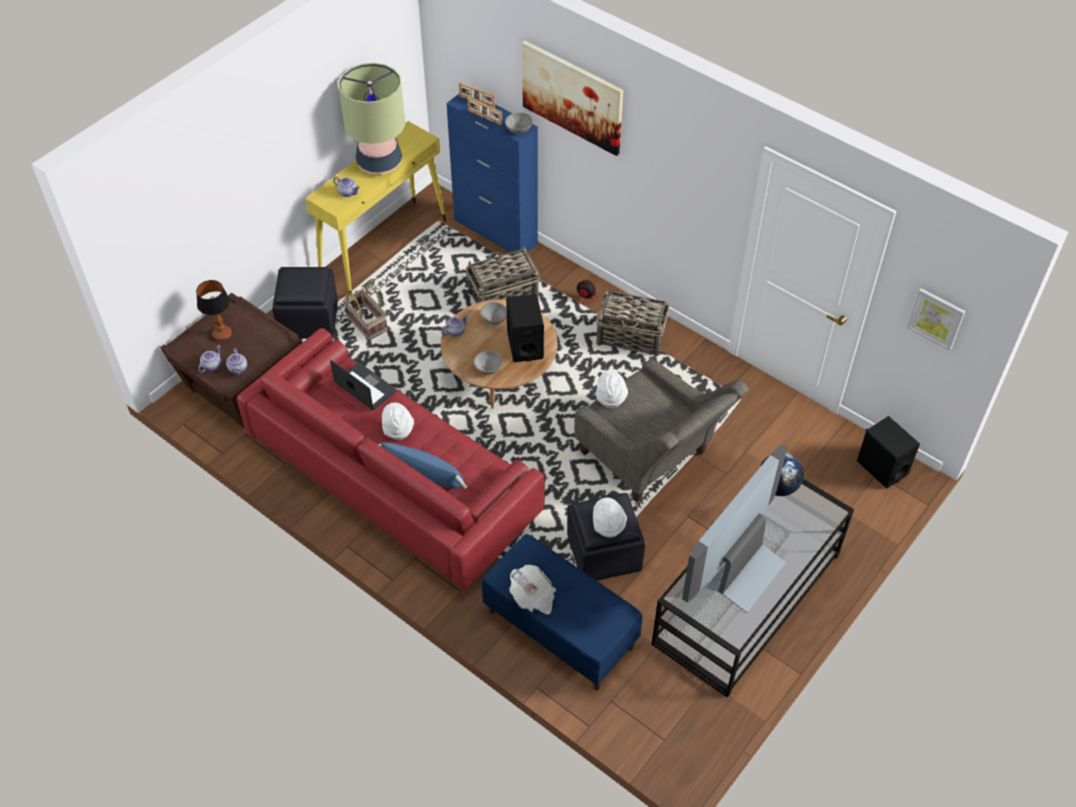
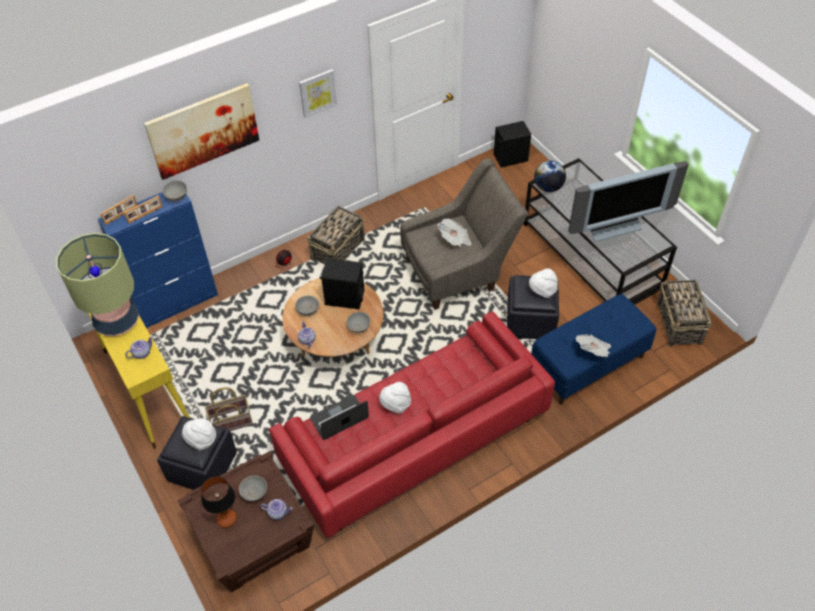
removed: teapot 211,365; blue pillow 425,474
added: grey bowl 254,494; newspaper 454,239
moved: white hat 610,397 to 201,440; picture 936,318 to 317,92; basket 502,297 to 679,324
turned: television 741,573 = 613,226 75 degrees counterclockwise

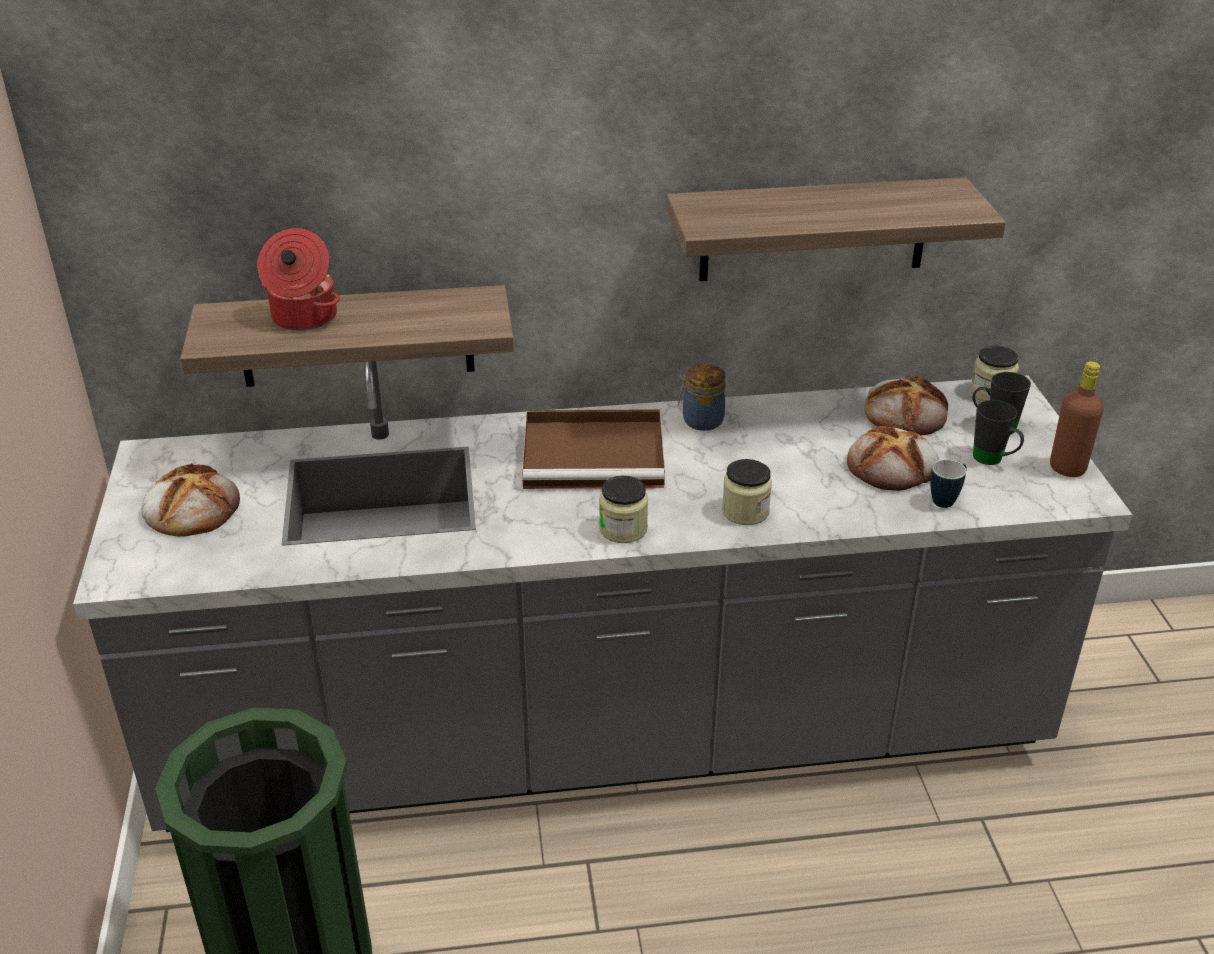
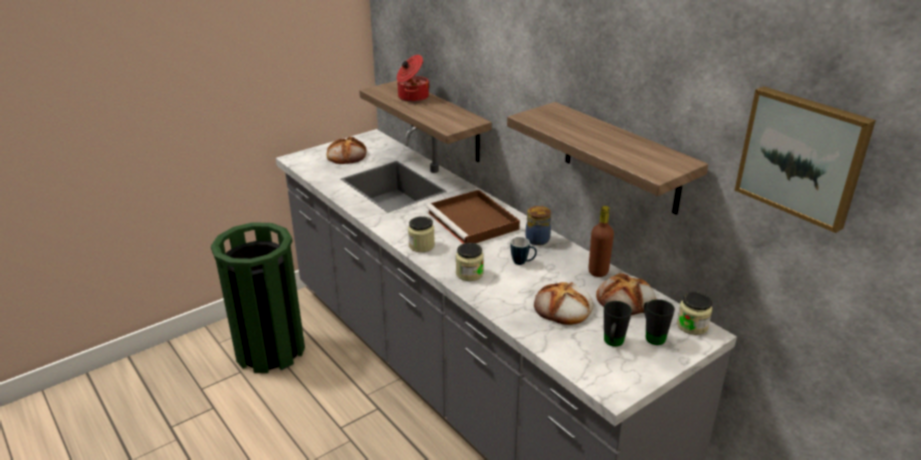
added: picture 802,156
moved: mug 947,500 to 523,263; brown bottle 1067,468 to 598,271

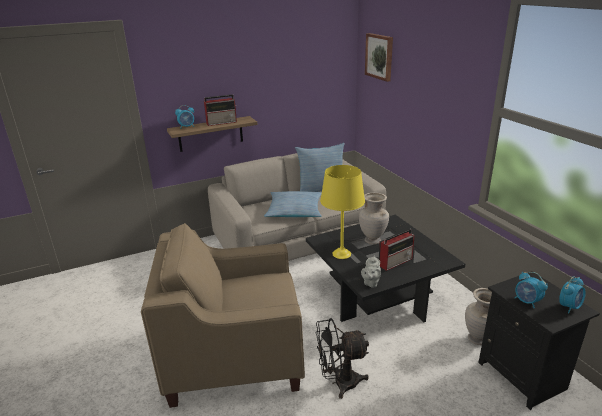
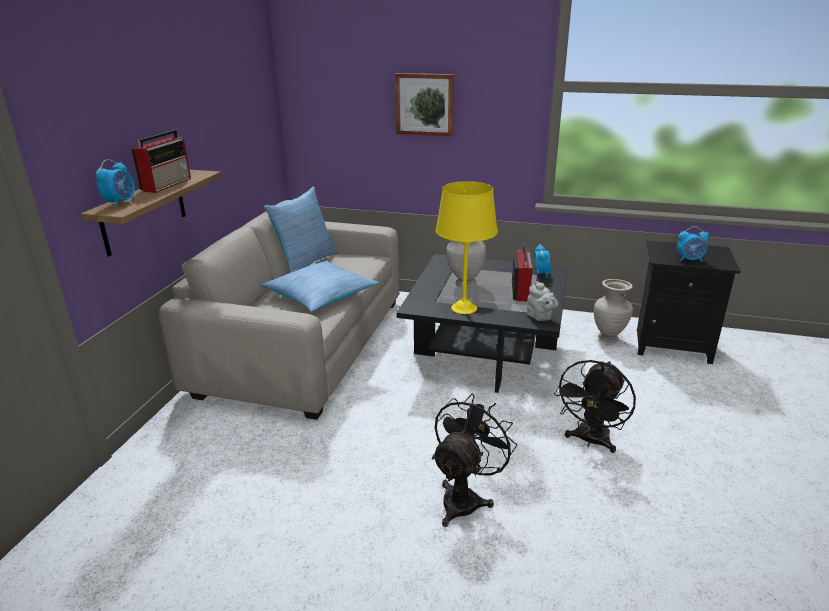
moved: picture 379,56 to 425,104; alarm clock 569,307 to 541,273
replaced: beige armchair 234,356 to black fan 465,498

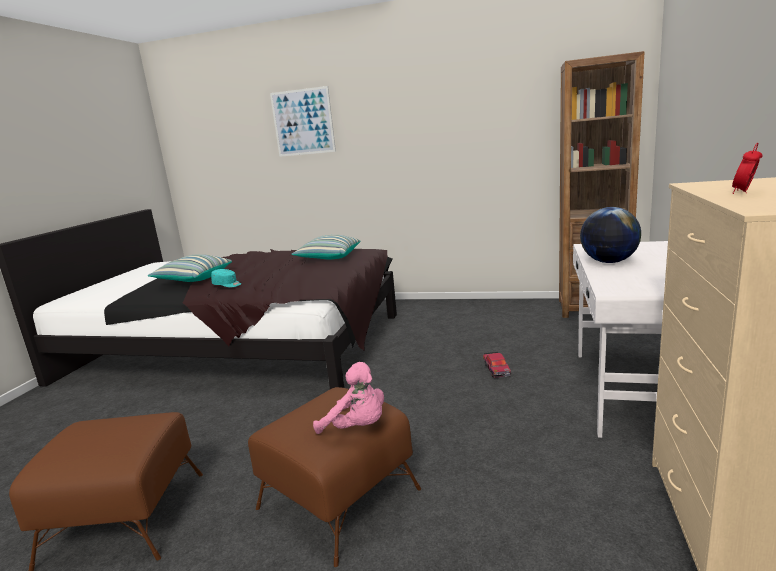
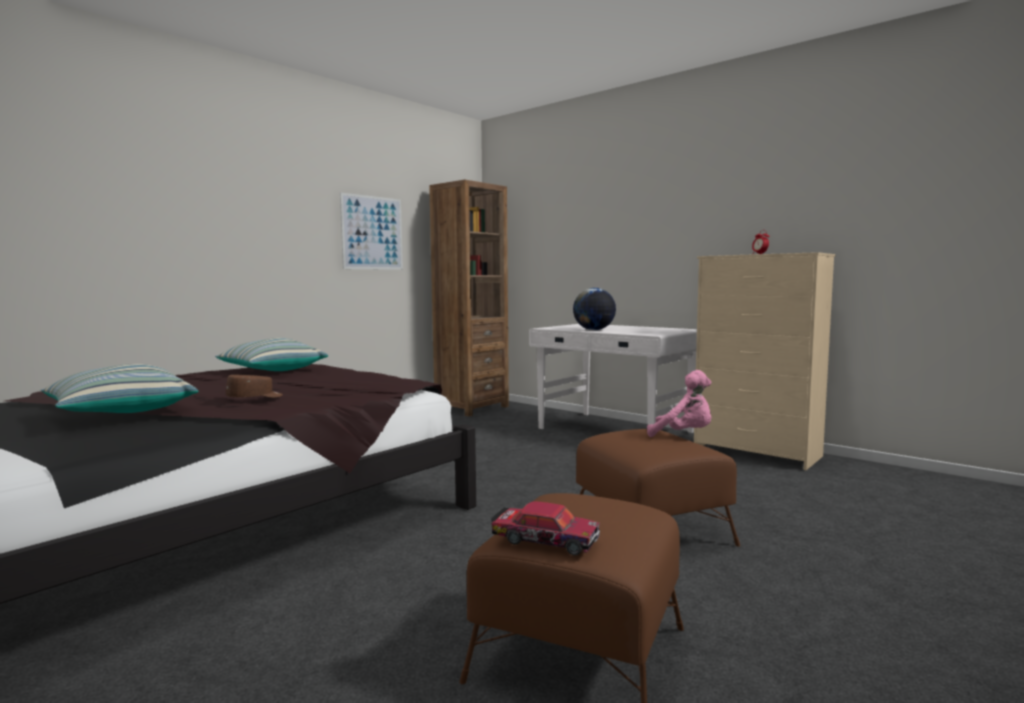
moved: picture 303,122 to 372,233; toy car 496,369 to 545,540
recoloured: turquoise cap 227,285 to brown cap 255,398
turned: pink plush toy 357,427 = 683,435 60 degrees clockwise

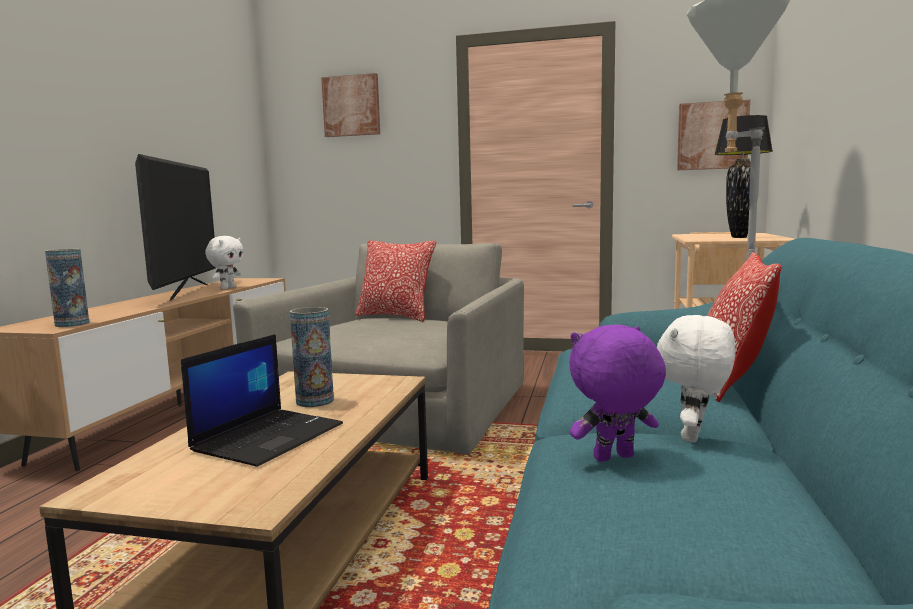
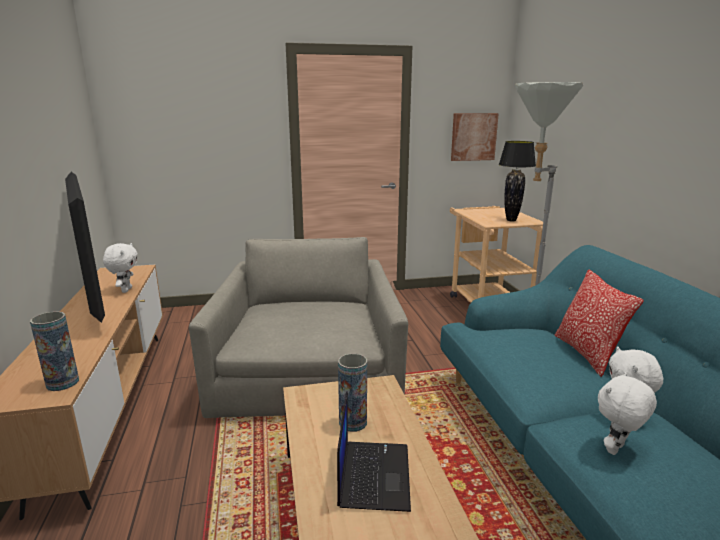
removed: picture 351,106; pillow 395,316
recoloured: purple plush toy 614,459 to white plush toy 616,450

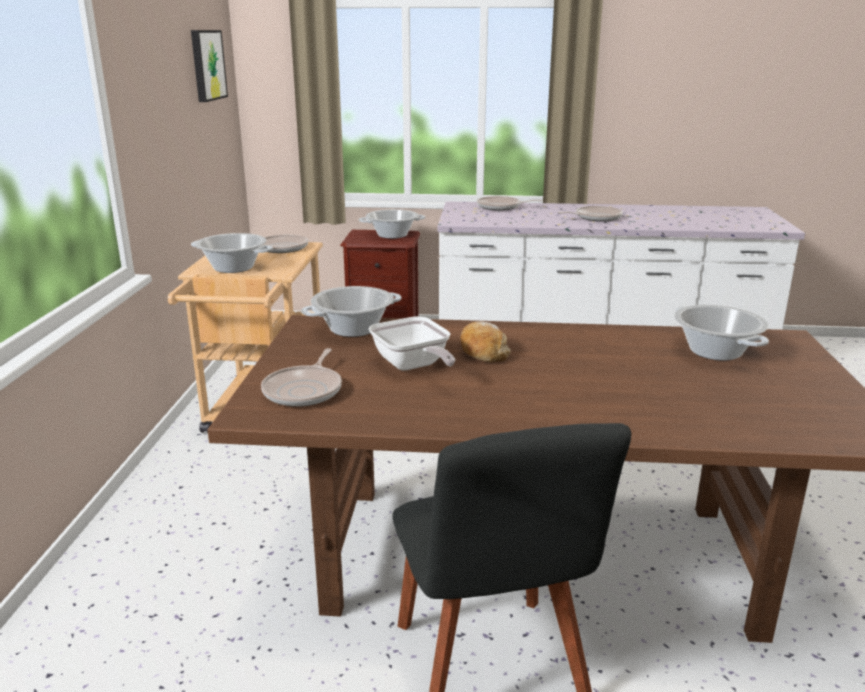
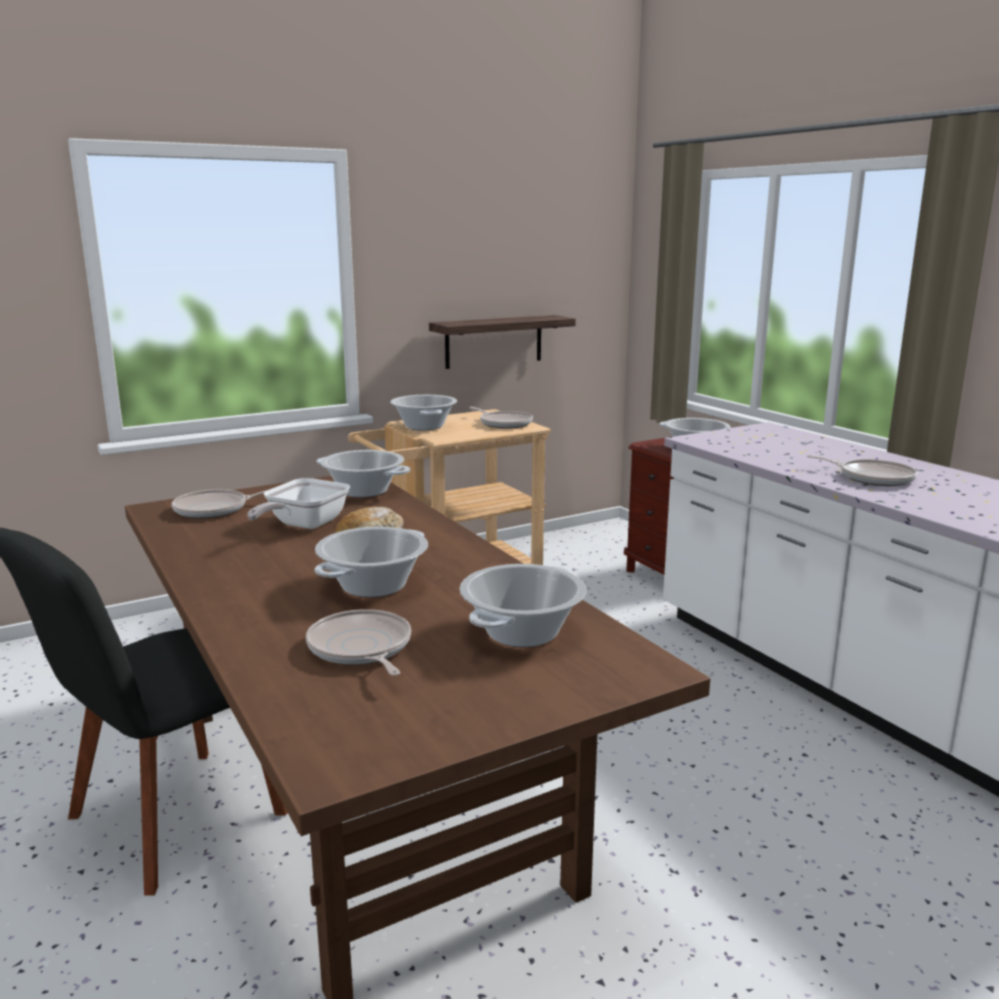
removed: picture 206,65
added: cooking pot 373,586; shelf 494,341
moved: frying pan 501,207 to 361,649

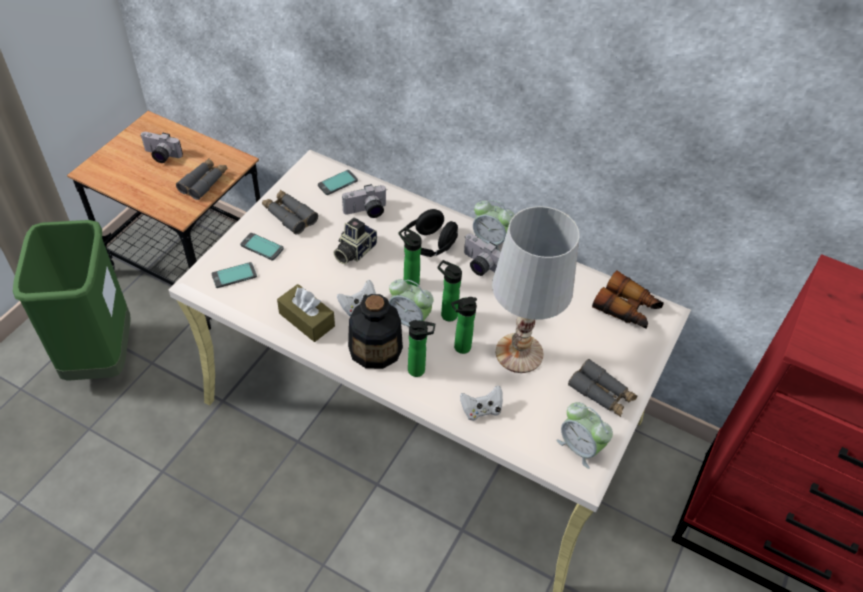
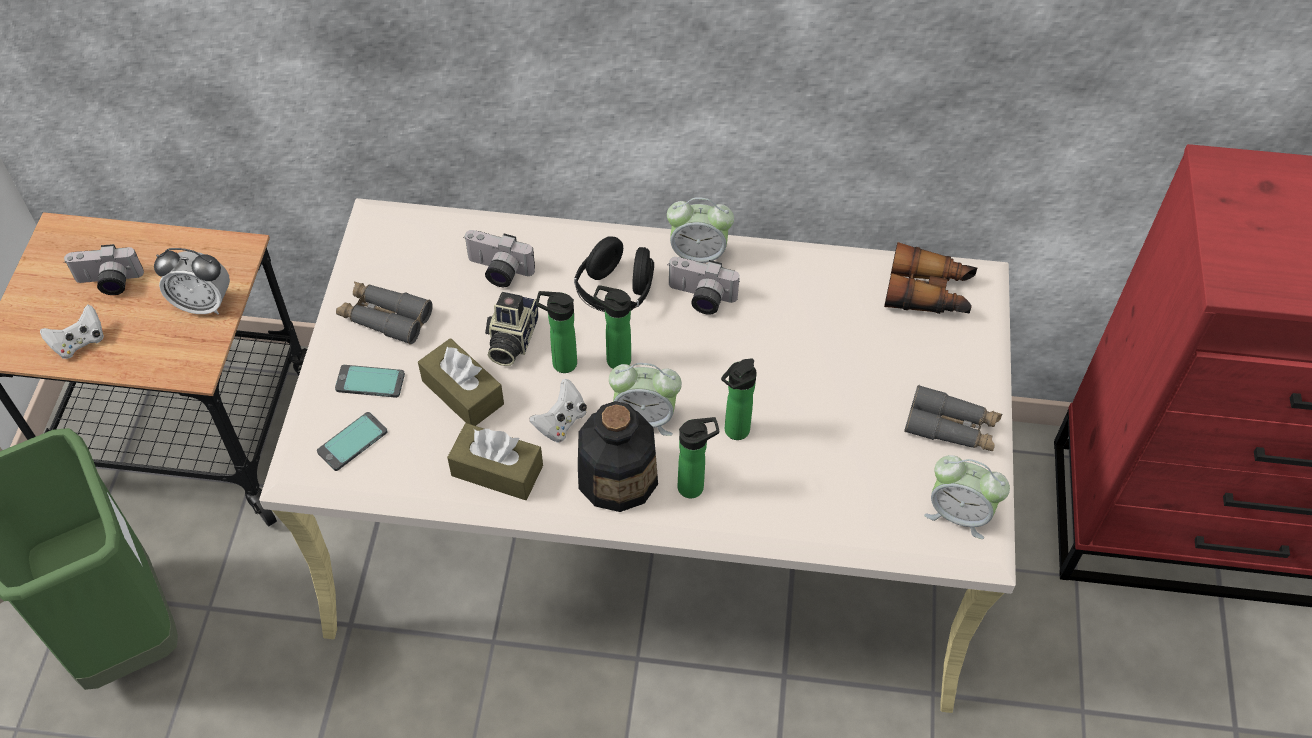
removed: phone 338,183; white table lamp 519,354
added: brown tissue box 463,392
moved: white game controller 481,410 to 79,342; bottle 446,314 to 560,363
replaced: grey binoculars 204,182 to alarm clock 203,304
turned: photo camera 366,212 = 497,272 60 degrees clockwise

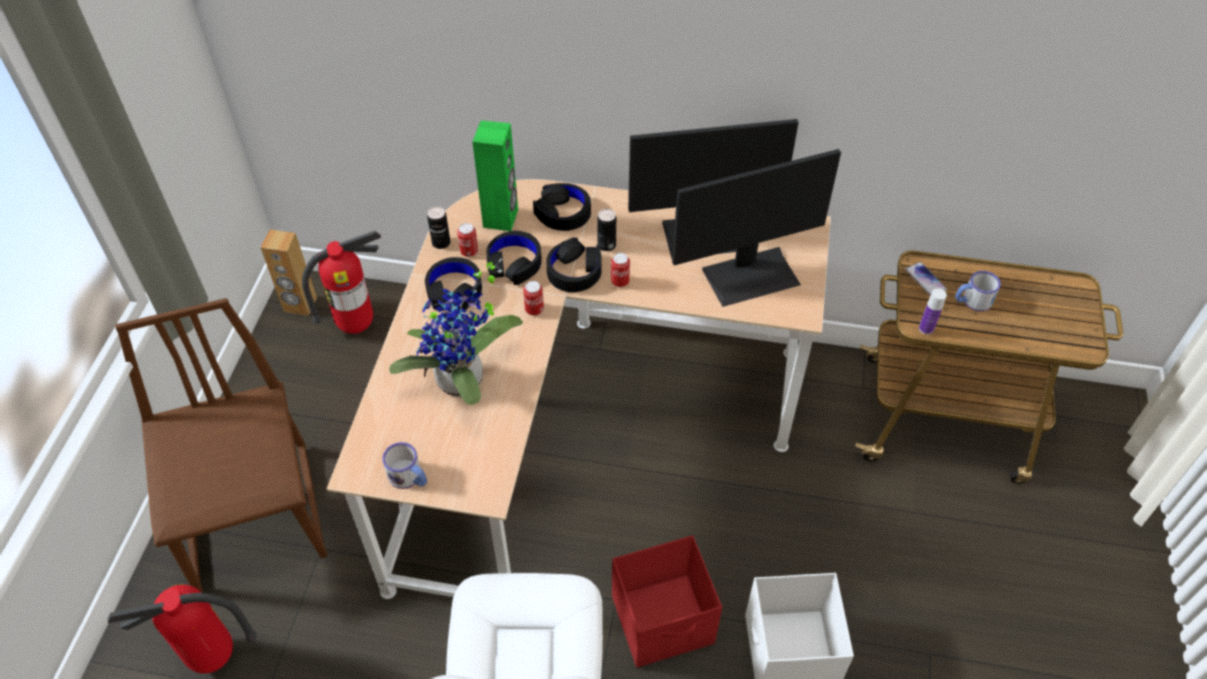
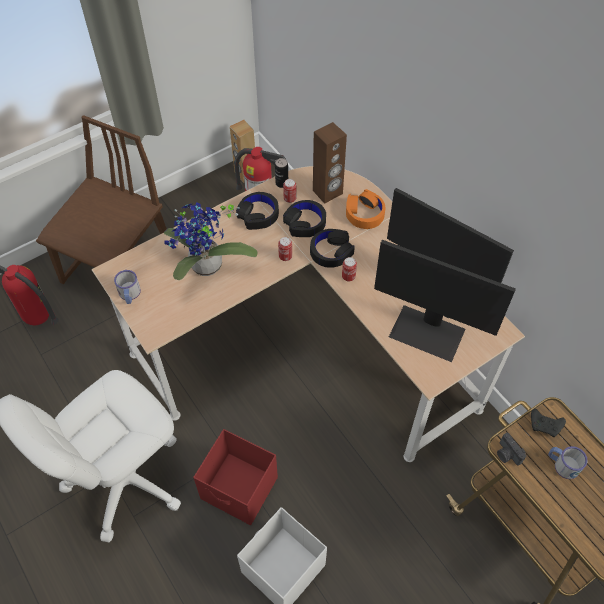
removed: can 606,245
replaced: bottle 926,328 to photo camera 507,454; phone 925,280 to black game controller 545,425
recoloured: green speaker 501,218 to brown speaker 328,192; black headphones 563,213 to orange headphones 364,213

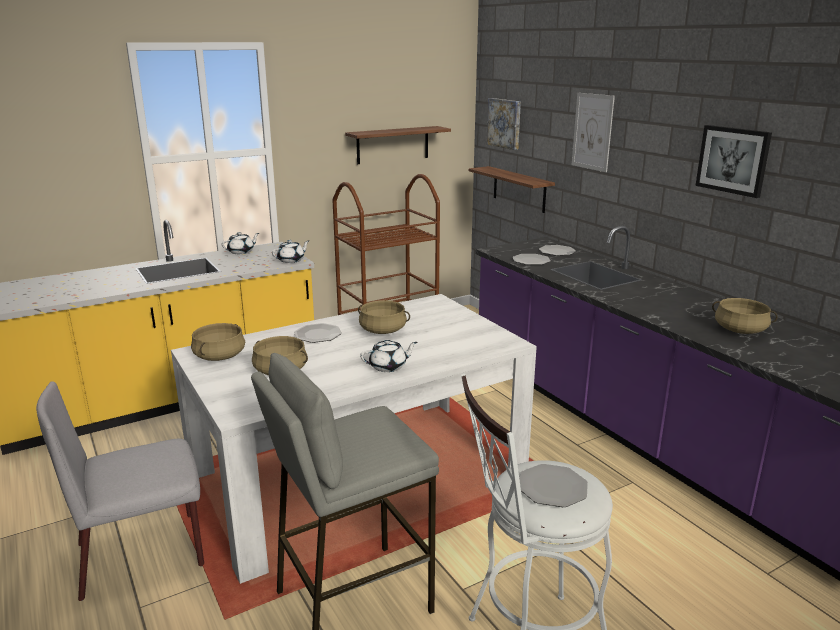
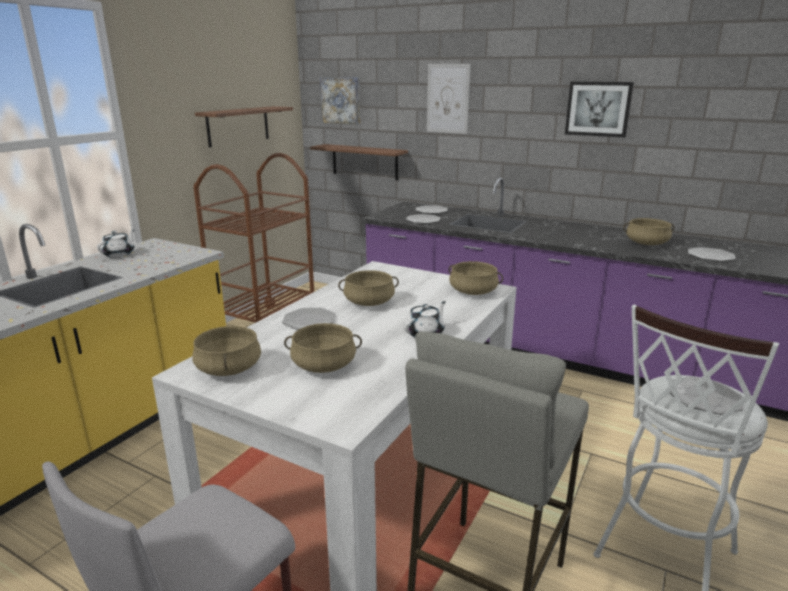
removed: white teapot 291,260
added: beige cooking pot 473,292; plate 710,256

